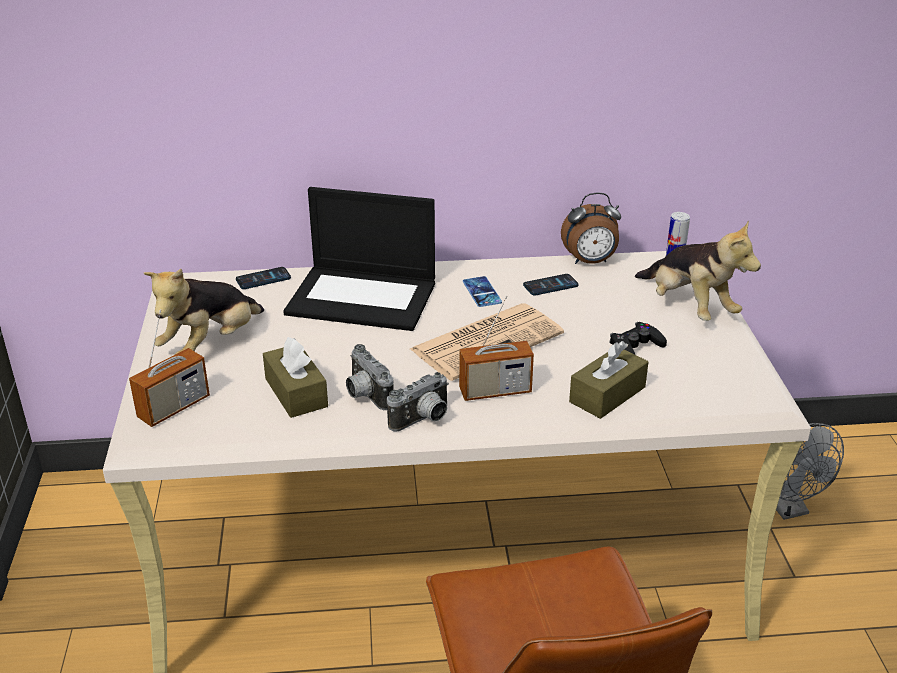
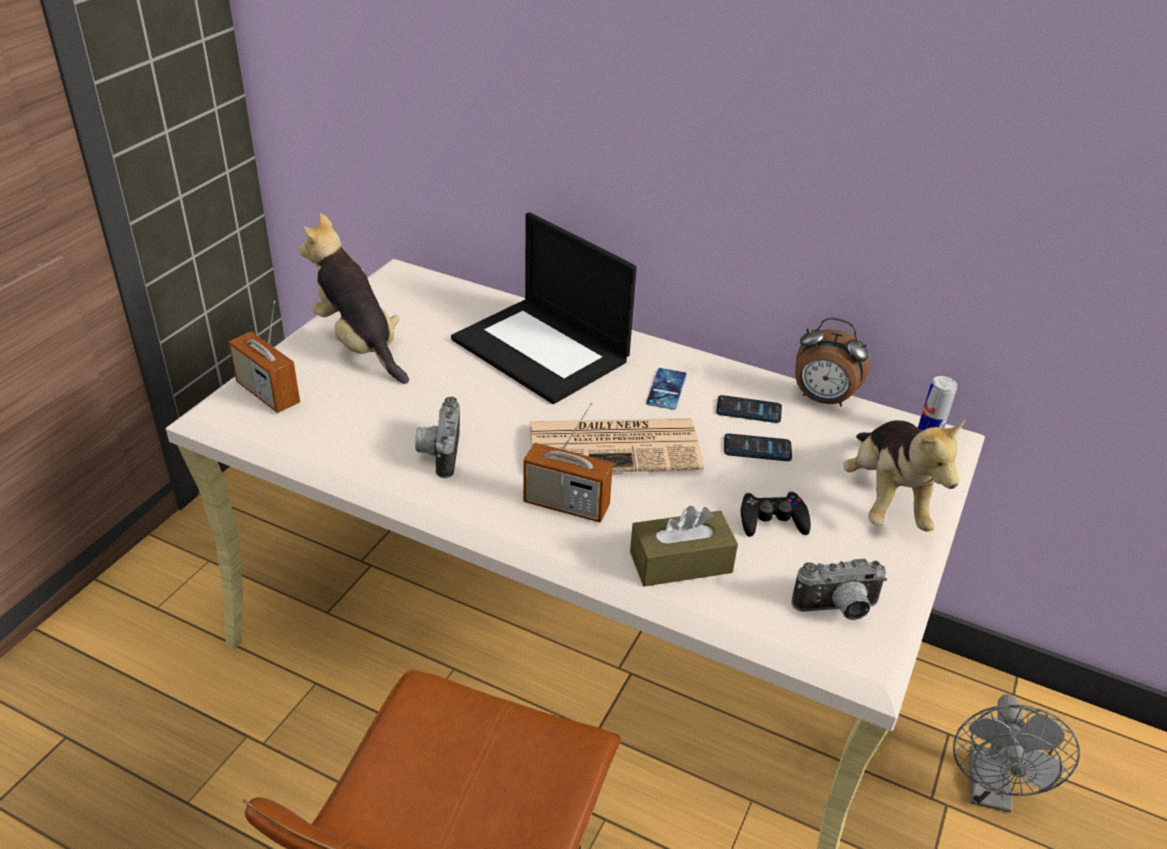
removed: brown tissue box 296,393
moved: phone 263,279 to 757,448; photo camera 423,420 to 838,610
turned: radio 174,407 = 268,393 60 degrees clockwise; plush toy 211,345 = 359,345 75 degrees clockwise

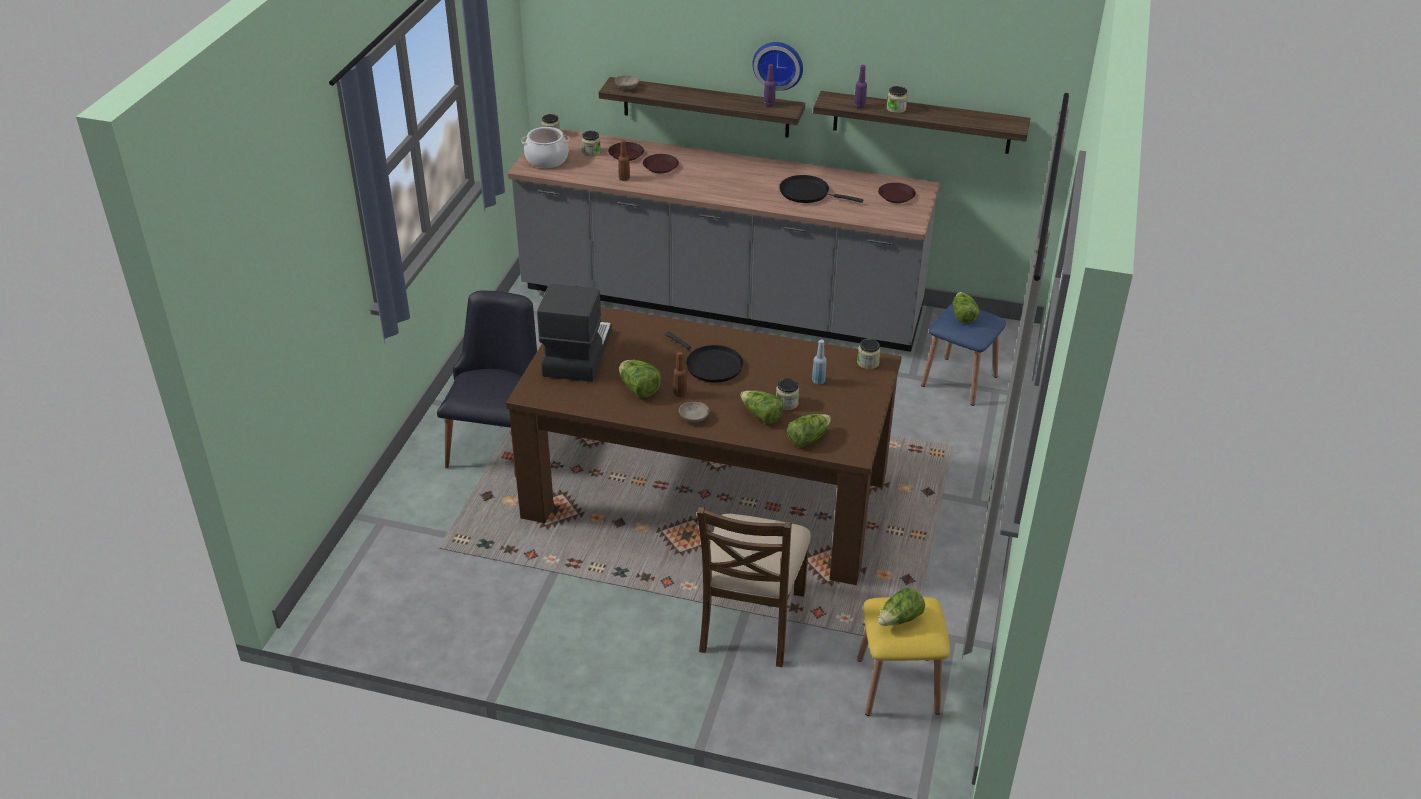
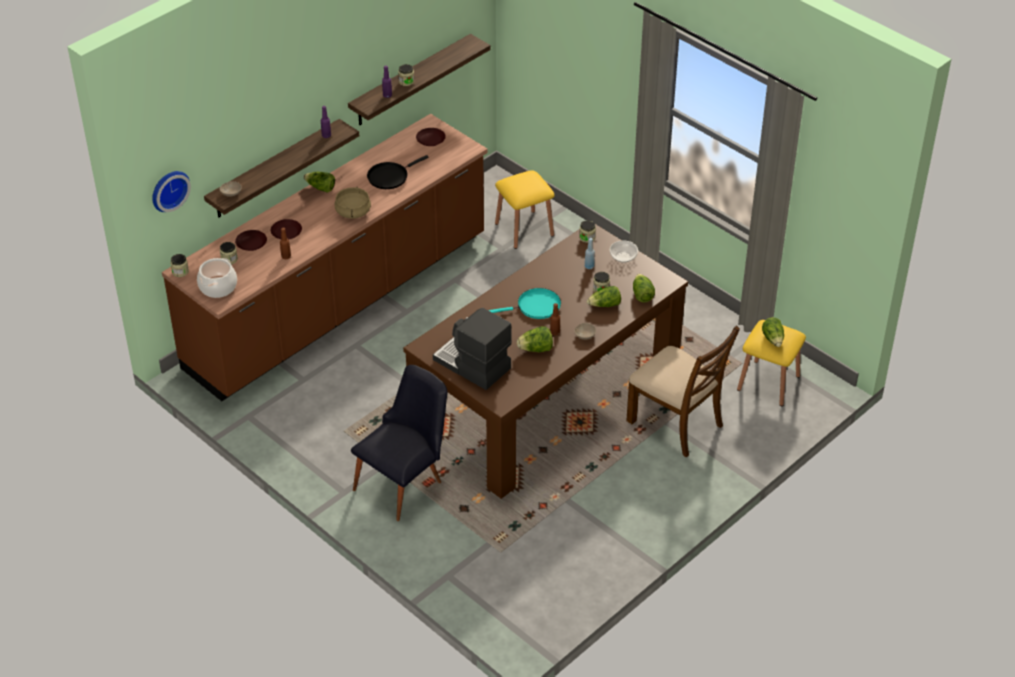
added: beige cooking pot 353,212; bowl 623,257
moved: wall clock 778,64 to 168,189; lettuce 963,315 to 320,188
recoloured: grey counter 721,304 to brown counter 339,303; black frying pan 710,365 to turquoise frying pan 535,307; blue stool 959,380 to yellow stool 524,229
turned: black chair 499,441 = 405,482 90 degrees clockwise

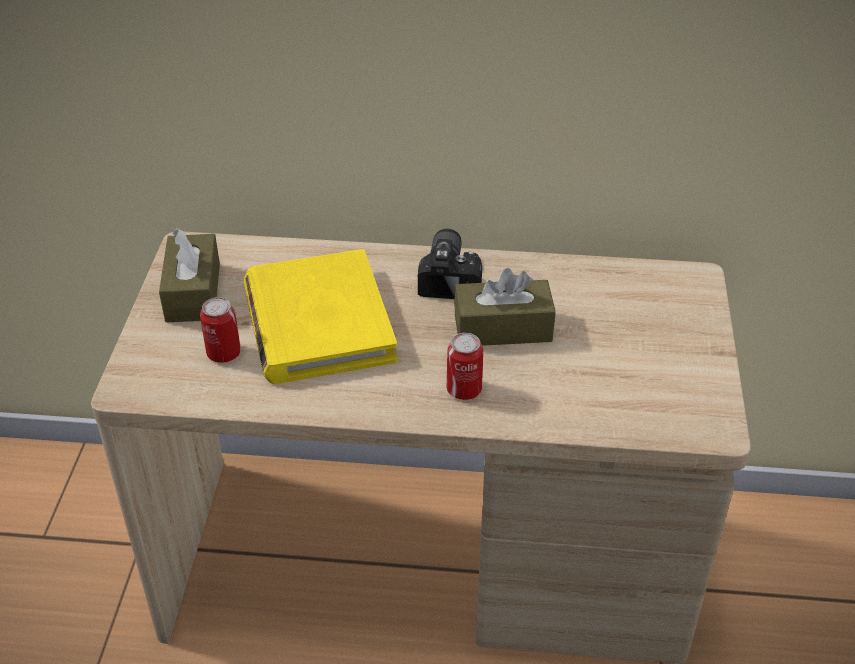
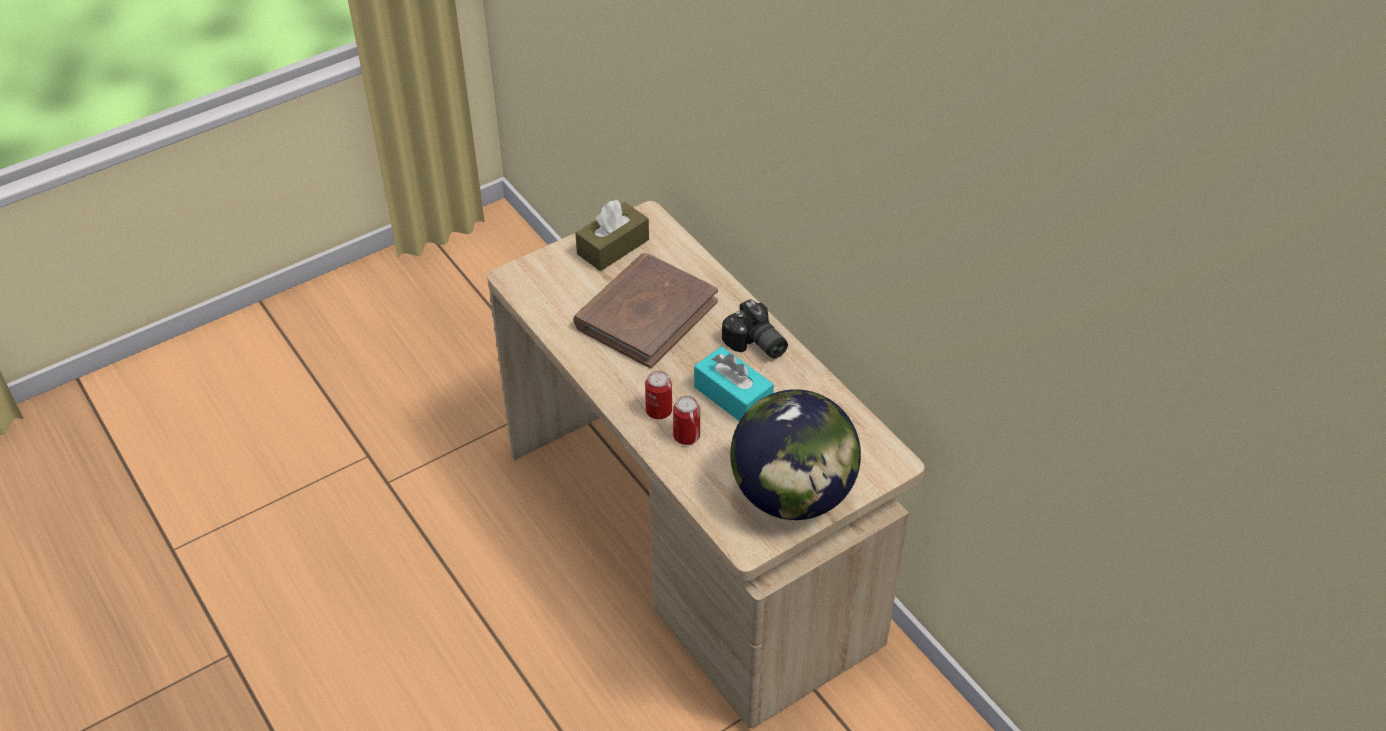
added: globe 792,495
moved: can 224,353 to 686,436
recoloured: yellow book 318,323 to brown book 646,314; brown tissue box 503,328 to turquoise tissue box 733,396
turned: photo camera 452,276 = 755,345 90 degrees clockwise

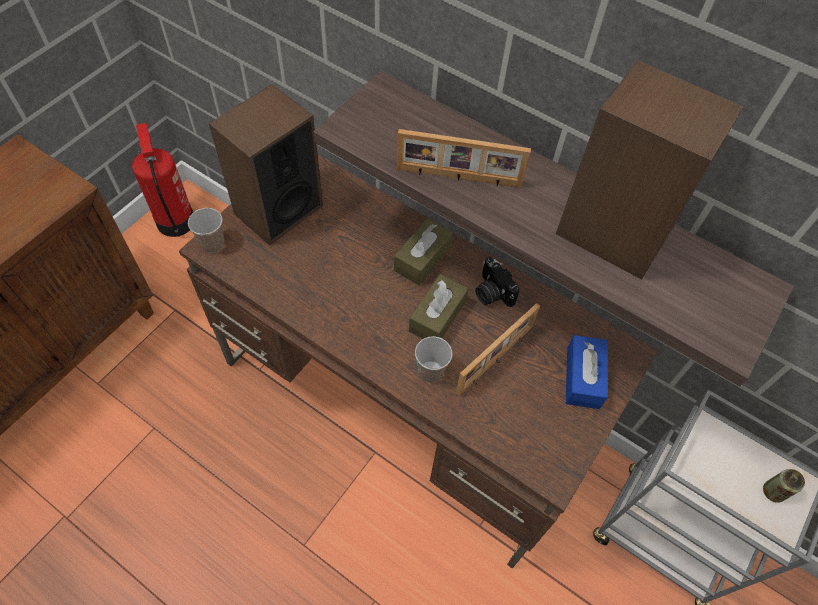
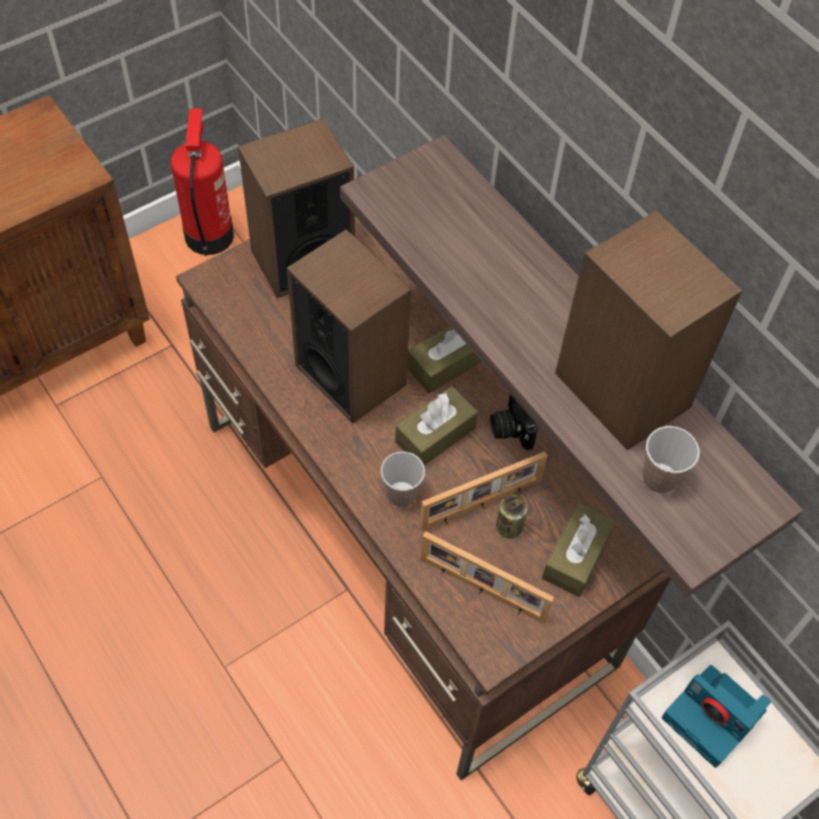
added: speaker 351,374; photo camera 714,717
moved: picture frame 458,178 to 481,590; can 773,492 to 509,527; cup 213,244 to 659,478
recoloured: blue tissue box 583,377 to brown tissue box 576,556

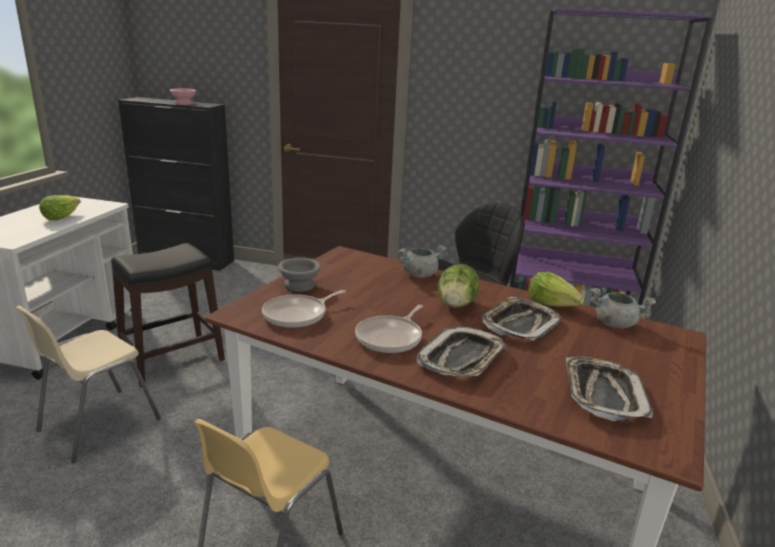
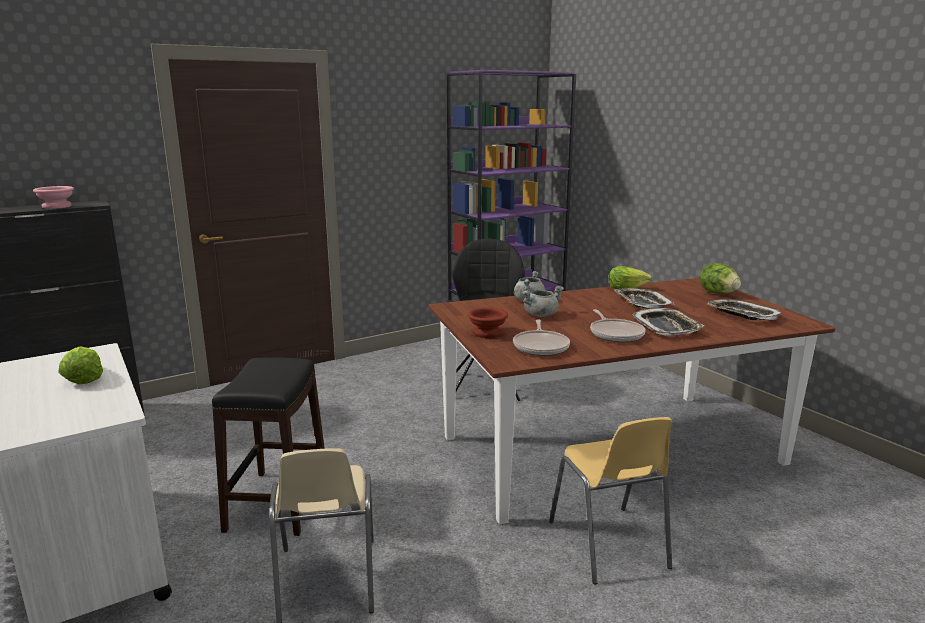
moved: grey cooking pot 615,323 to 541,315; lettuce 456,305 to 718,293
recoloured: grey bowl 300,285 to brown bowl 487,332

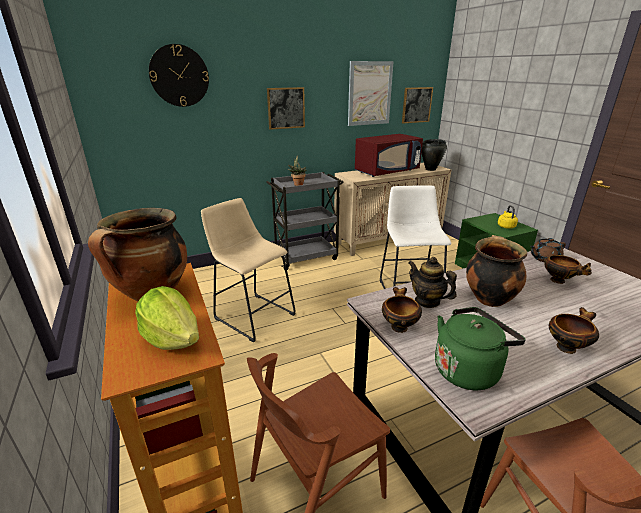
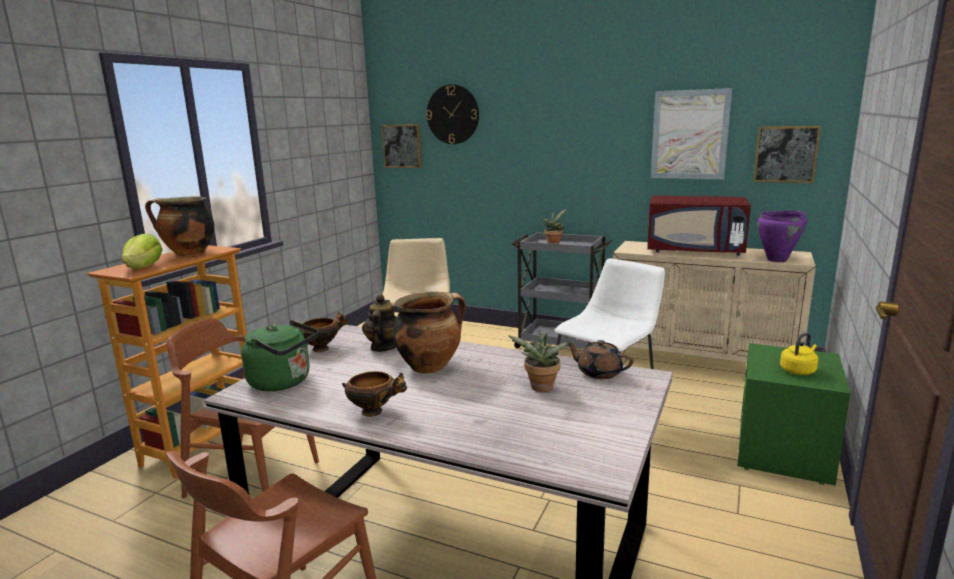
moved: picture 286,108 to 402,146
replaced: bowl 559,281 to potted plant 540,389
recoloured: black cooking pot 431,169 to purple cooking pot 777,260

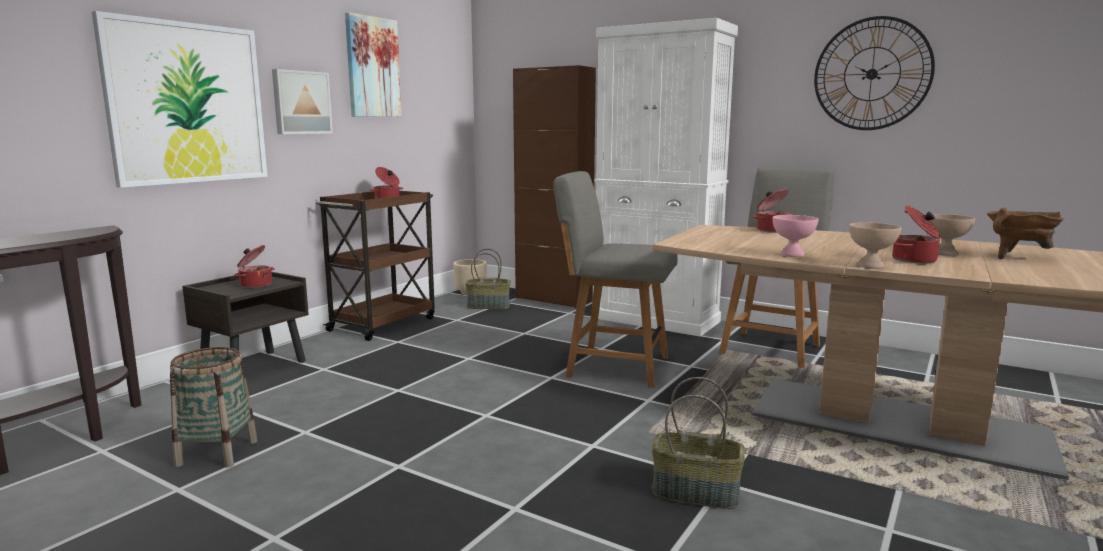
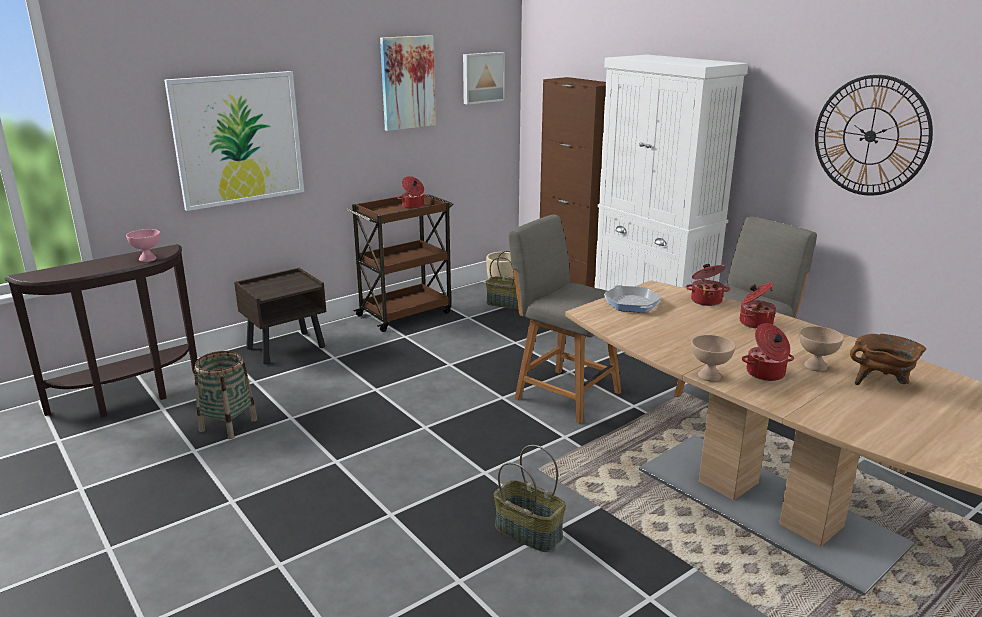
added: frying pan 632,303
moved: pink bowl 793,254 to 148,259; picture 301,102 to 482,77; cooking pot 255,284 to 754,322

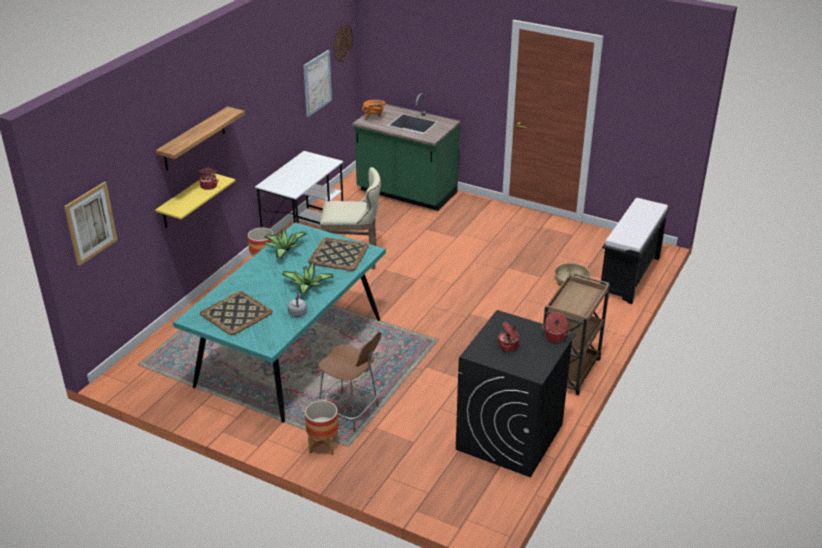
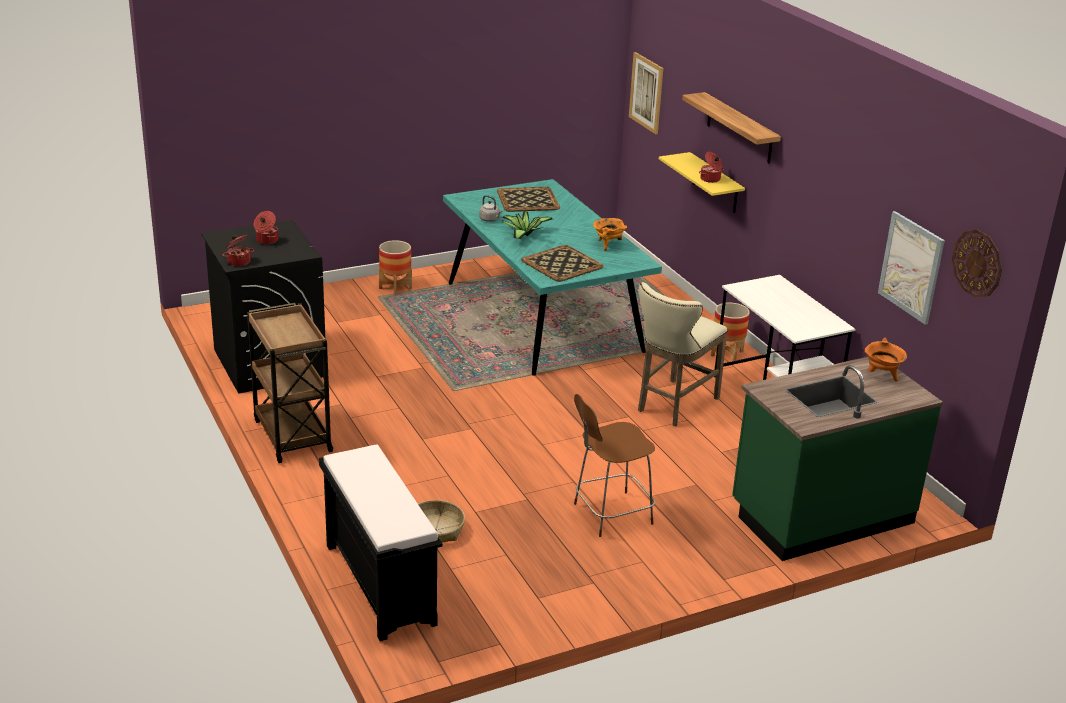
moved: brown chair 350,412 to 610,514
replaced: potted plant 284,250 to orange cooking pot 608,245

